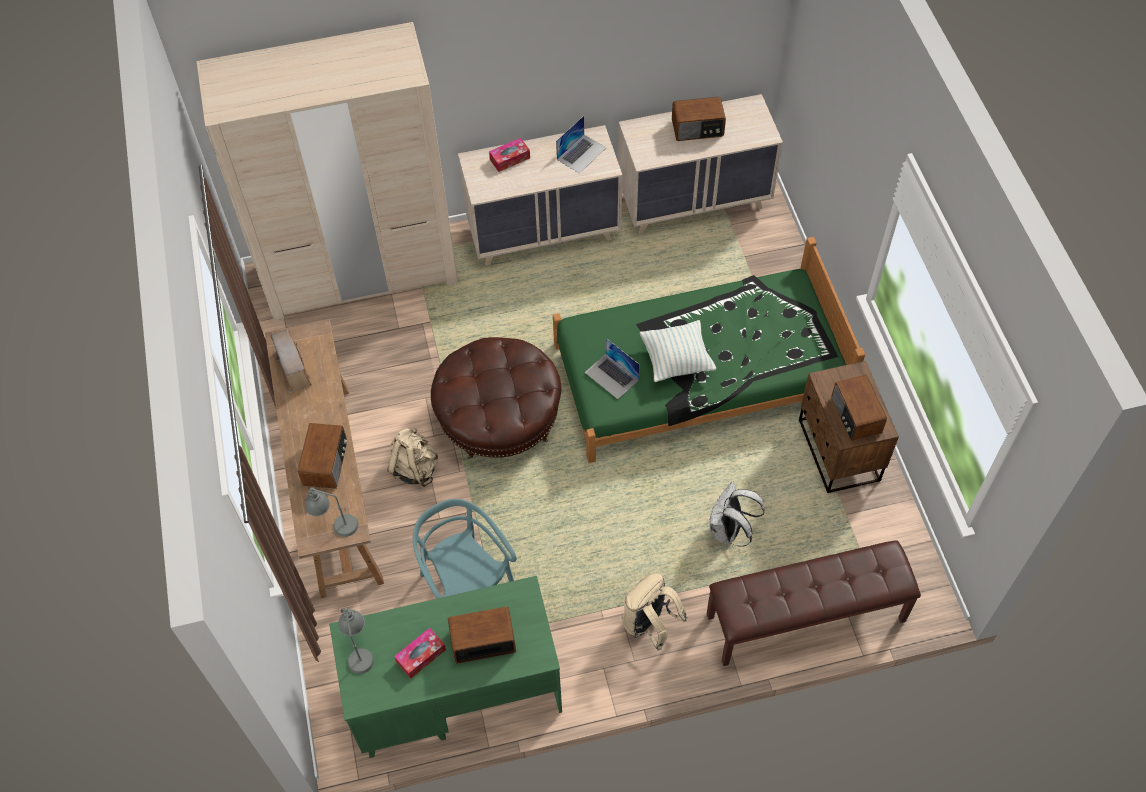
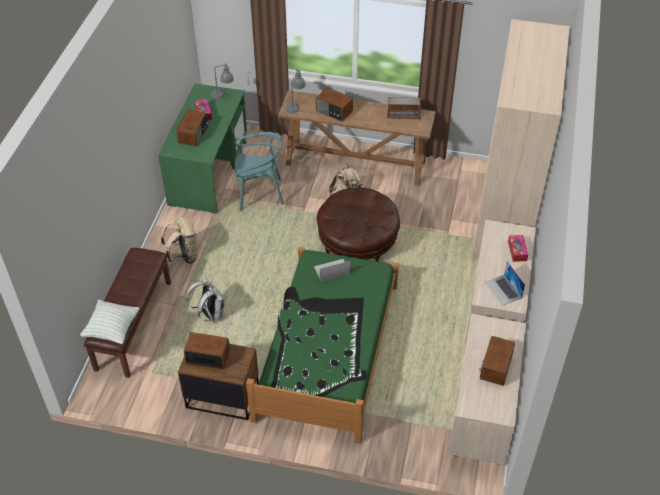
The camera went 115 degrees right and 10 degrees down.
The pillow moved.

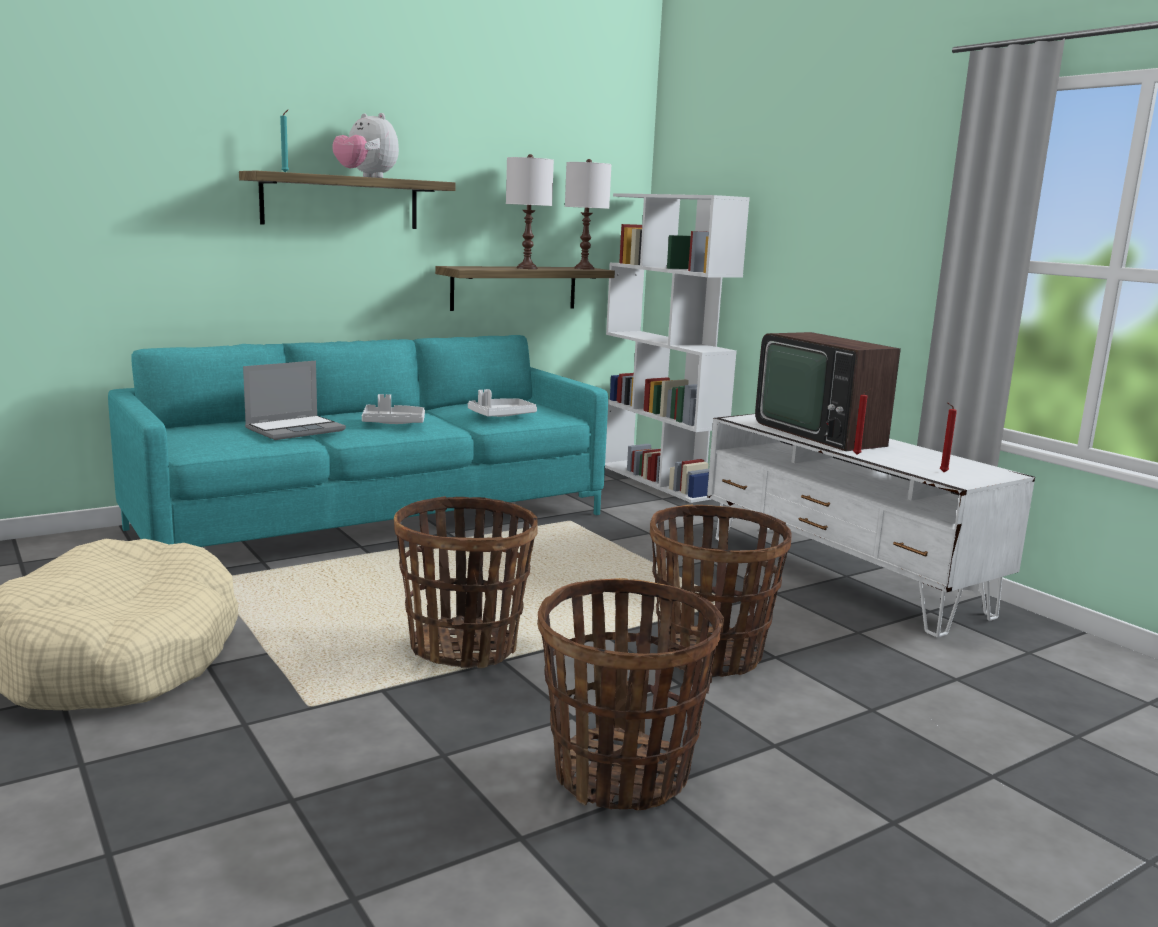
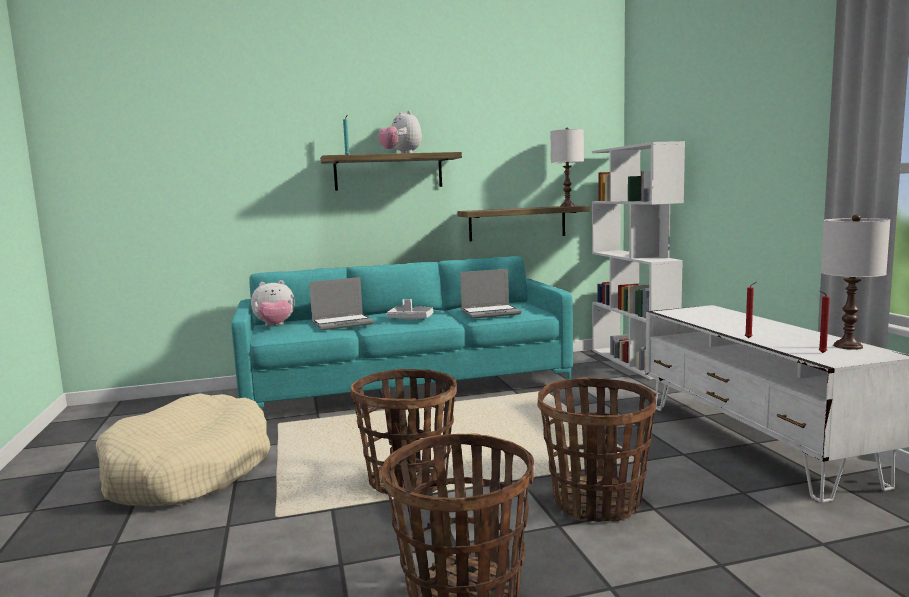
The camera went 20 degrees right and 5 degrees down.
The white tray (2nd from left) was replaced by the laptop (2nd from left).
The white table lamp (1st from left in the first image) moved.
The television disappeared.
The plush toy (1st from left) appeared.

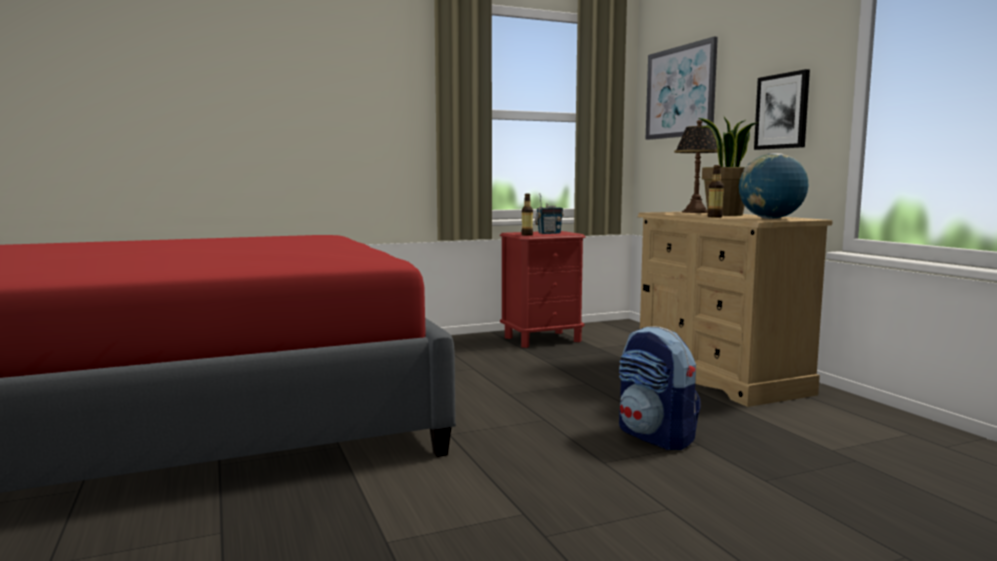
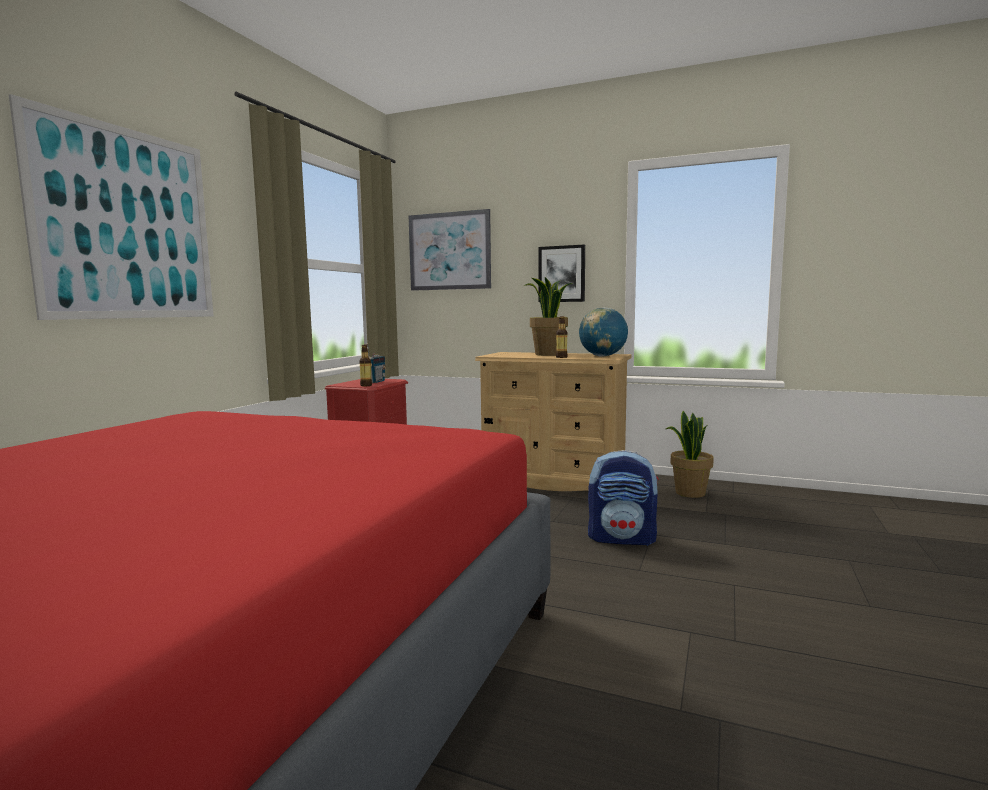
The camera went 45 degrees left and 0 degrees up.
The table lamp disappeared.
The picture (1st from left) appeared.
The potted plant (2nd from left) appeared.

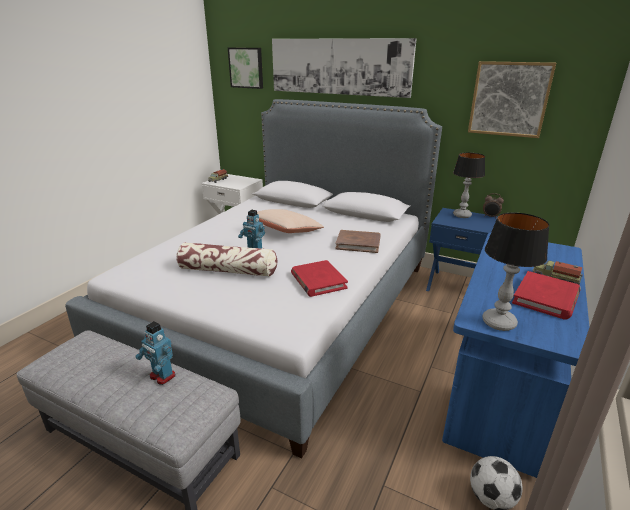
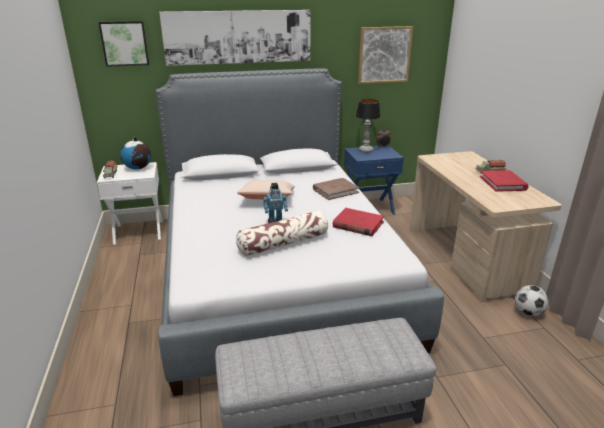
The camera went 40 degrees left and 0 degrees up.
The toy robot (1st from left) disappeared.
The blue desk became the beige desk.
The table lamp (2nd from left) disappeared.
The globe appeared.

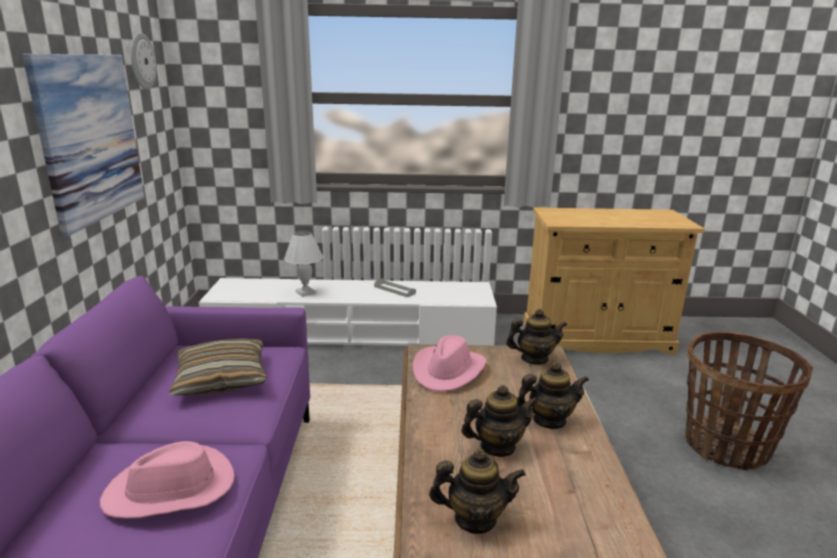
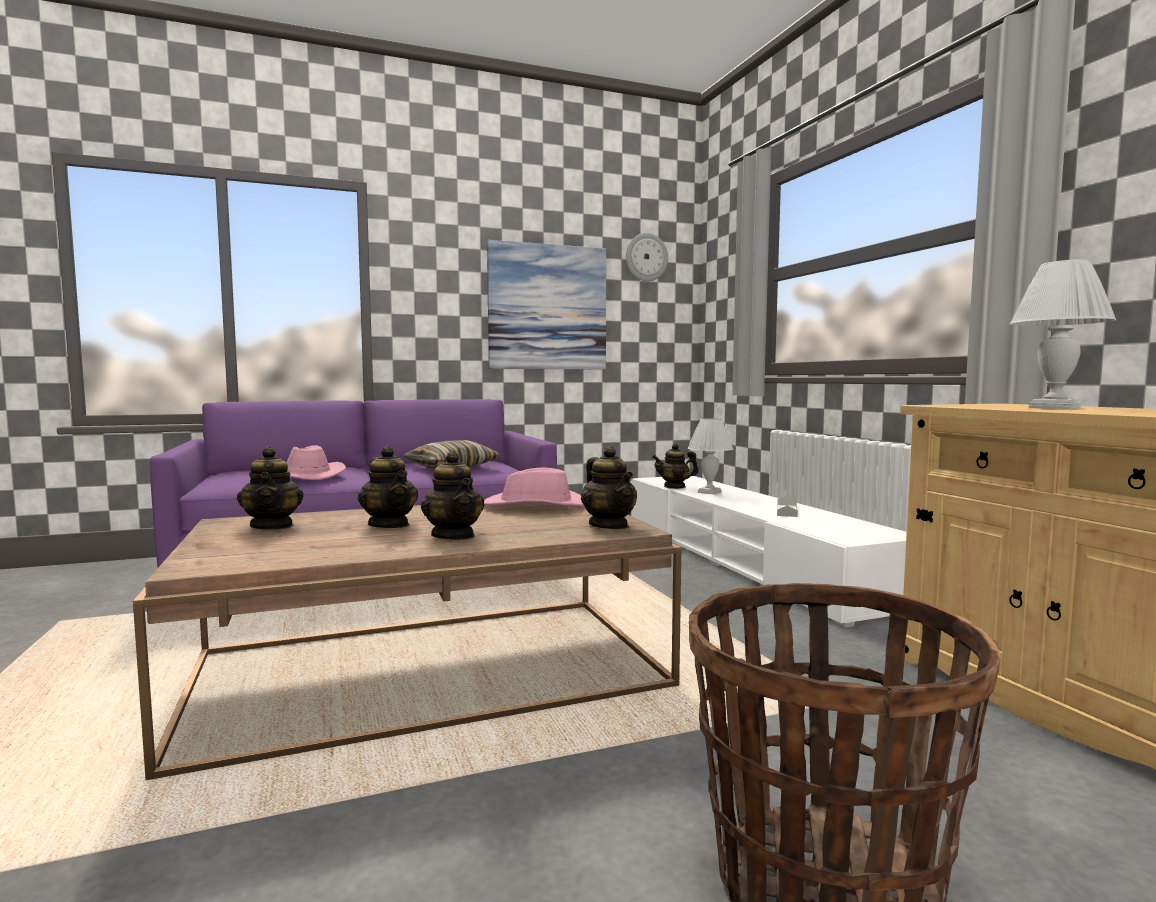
The camera went 70 degrees right and 15 degrees down.
The teapot (5th from left) appeared.
The white table lamp (2nd from left) appeared.

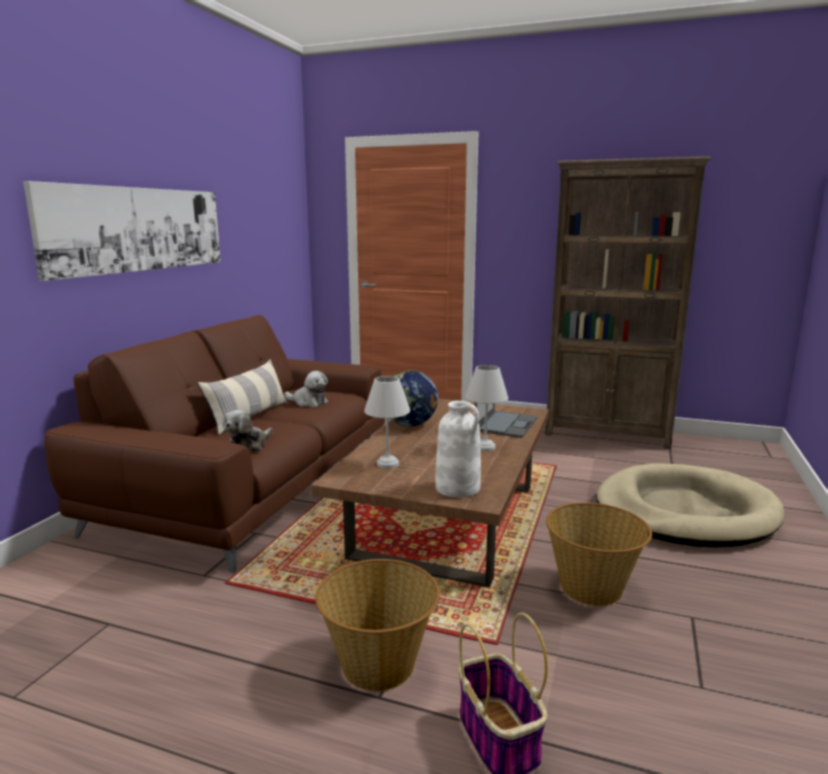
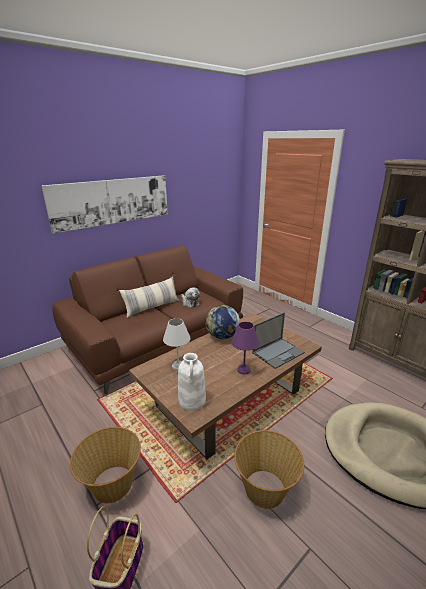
The camera went 30 degrees right and 10 degrees up.
The plush toy (1st from left) disappeared.
The white table lamp (2nd from left) became the purple table lamp.

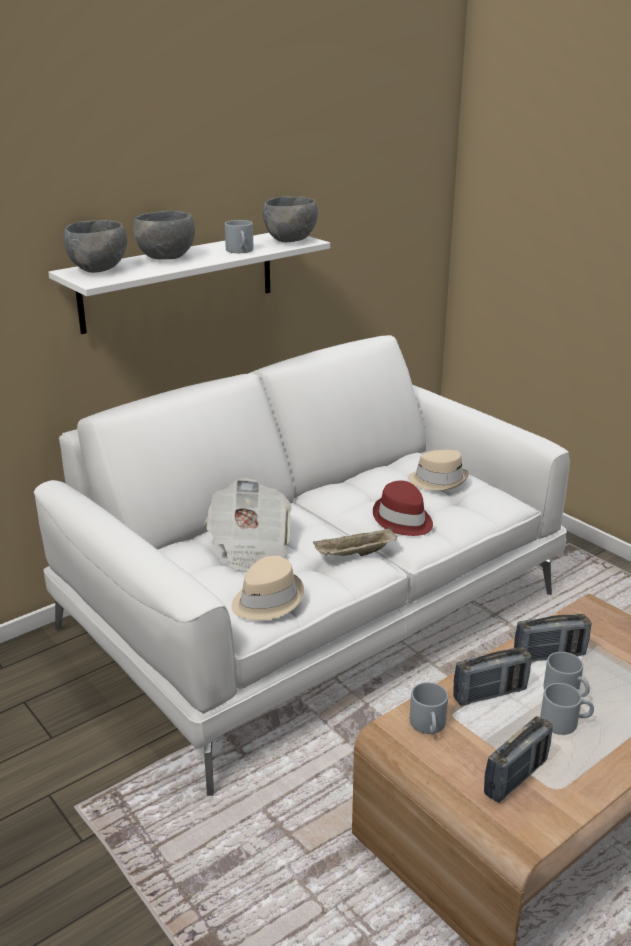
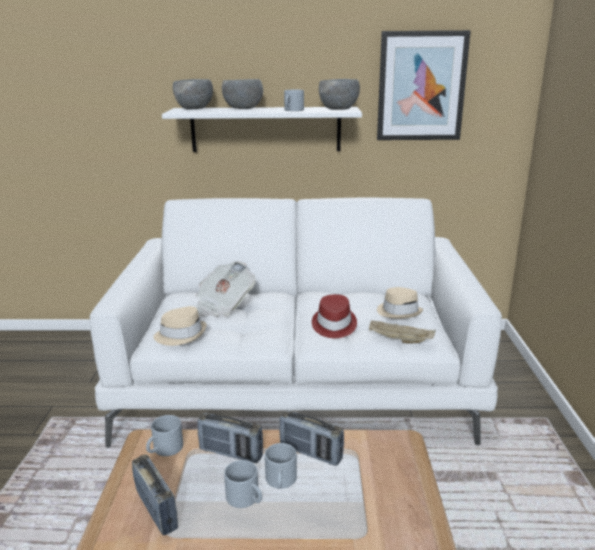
The camera went 40 degrees right and 5 degrees down.
The beige tray moved.
The radio (2nd from left in the first image) turned 120 degrees counterclockwise.
The picture appeared.

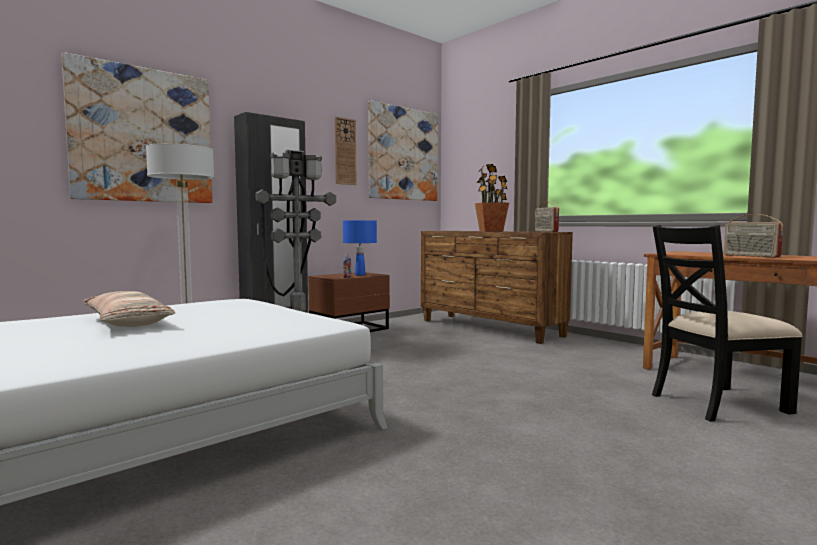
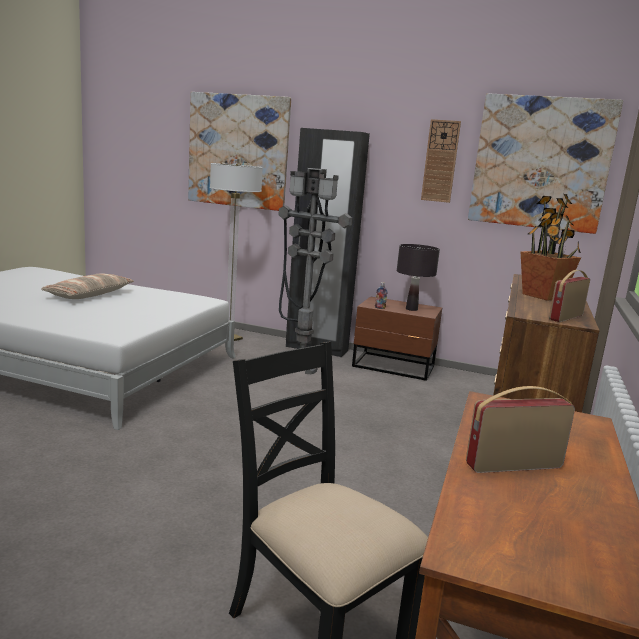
The camera went 60 degrees right and 10 degrees up.
The blue table lamp became the black table lamp.
The radio (2nd from left in the first image) turned 45 degrees clockwise.

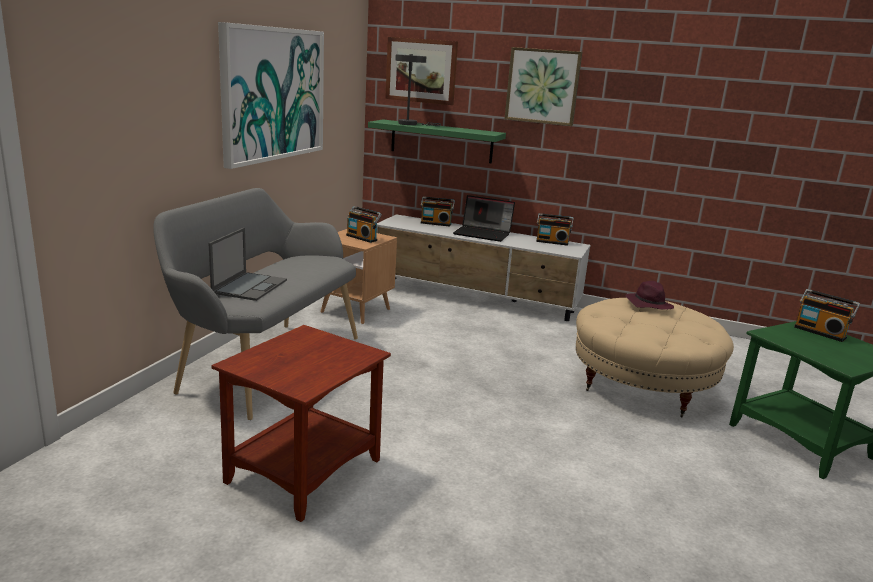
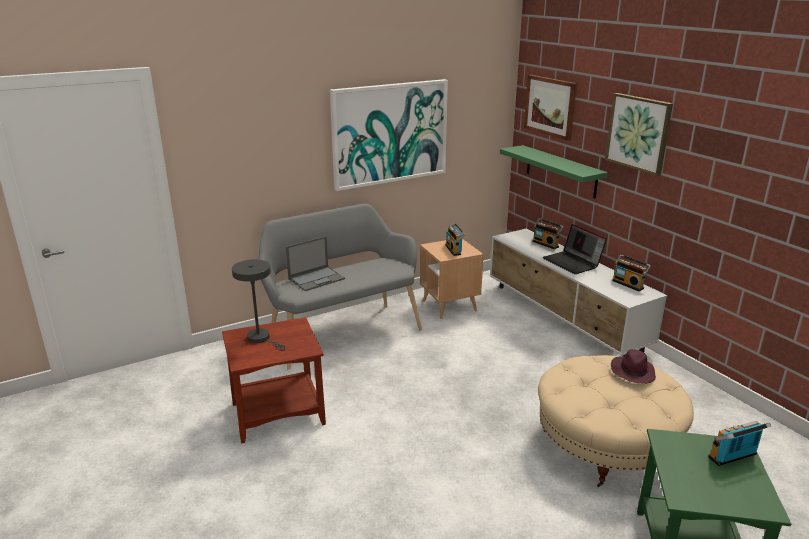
The camera went 40 degrees right and 5 degrees up.
The grey table lamp moved.
The radio (4th from left) turned 75 degrees clockwise.

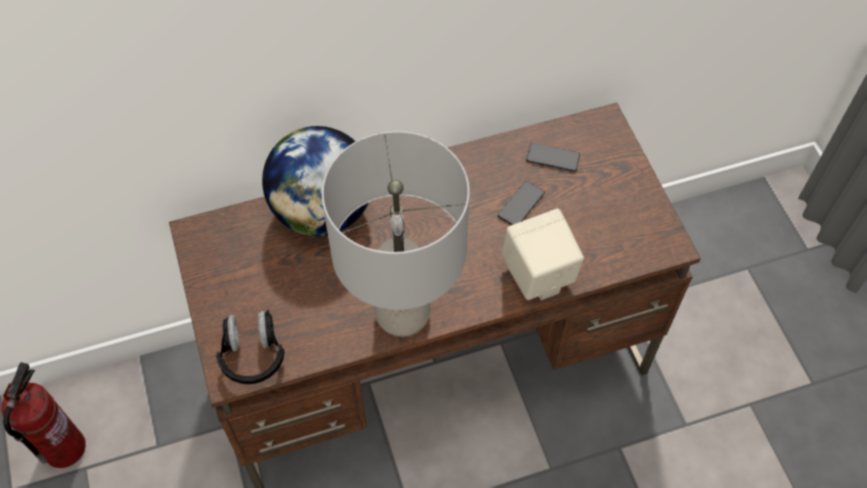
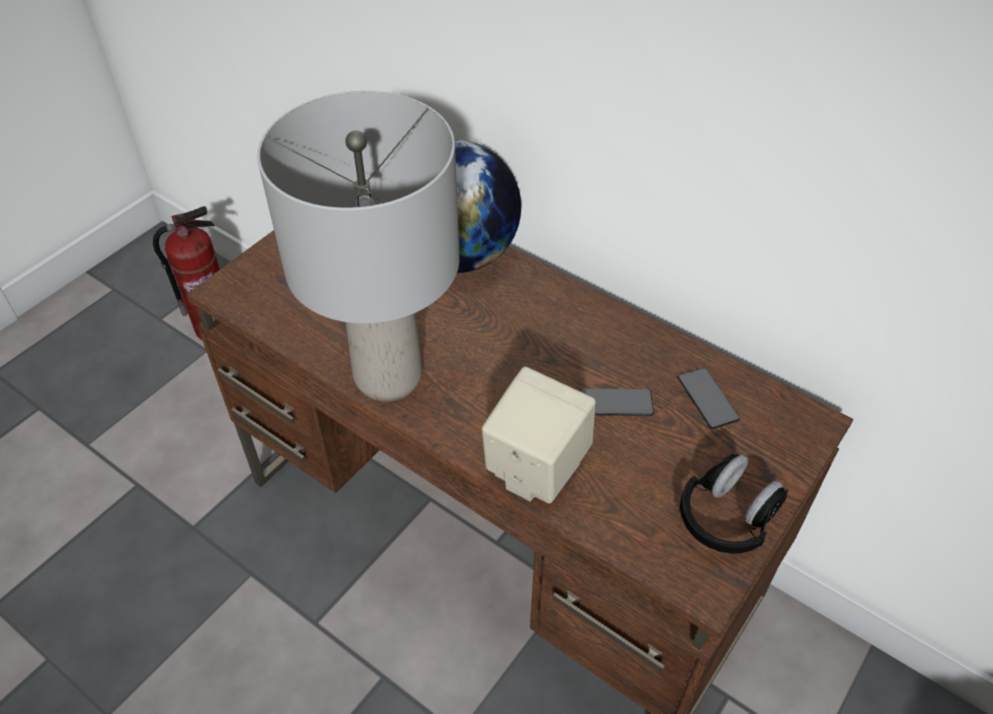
The camera went 55 degrees right and 10 degrees down.
The black headphones moved.

